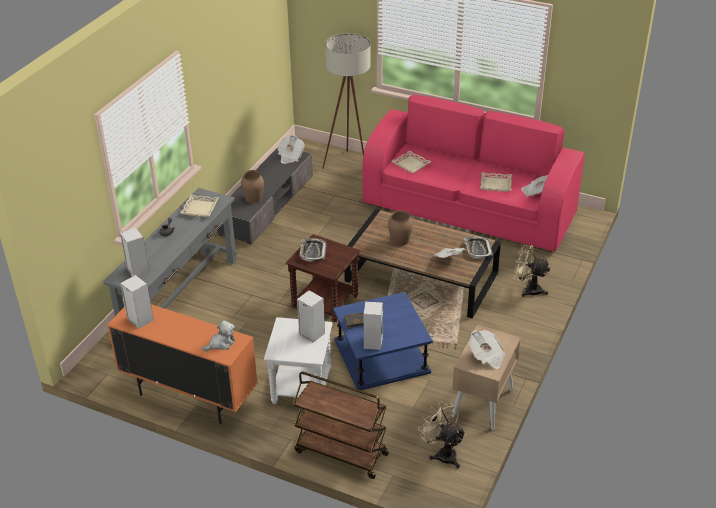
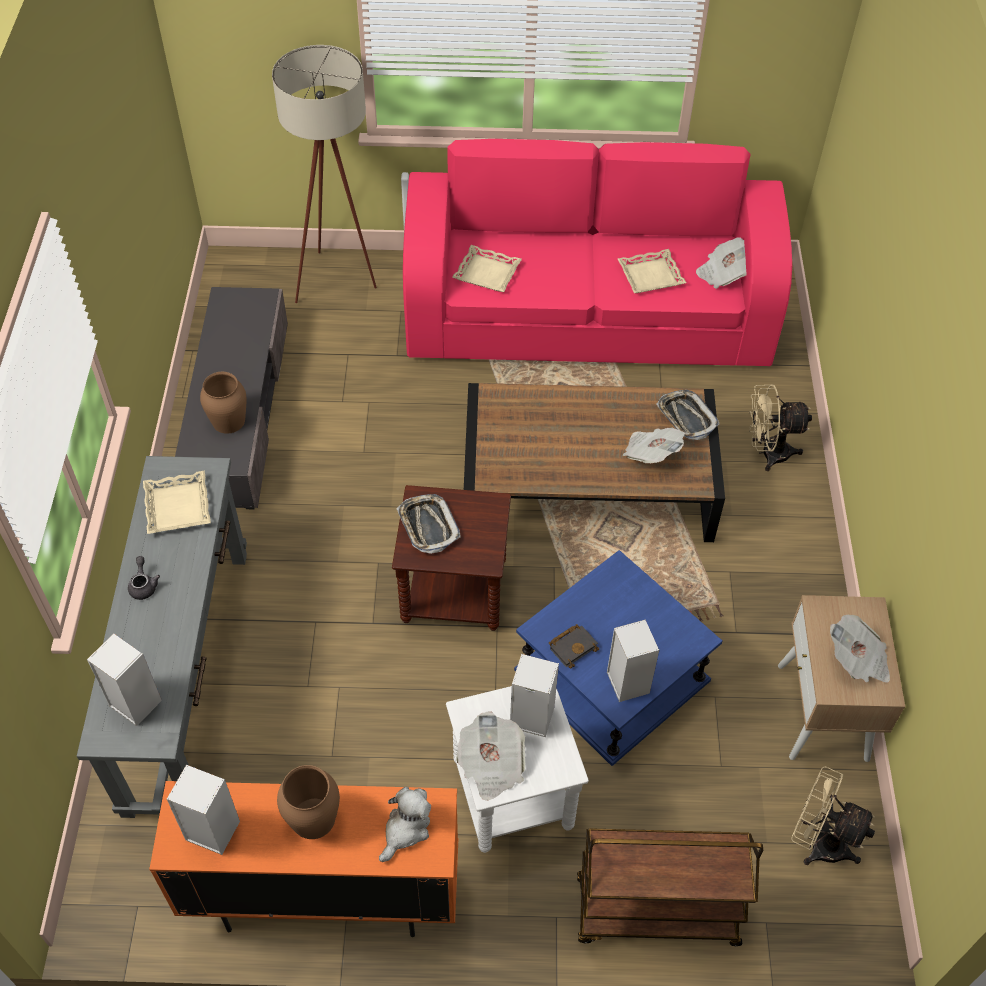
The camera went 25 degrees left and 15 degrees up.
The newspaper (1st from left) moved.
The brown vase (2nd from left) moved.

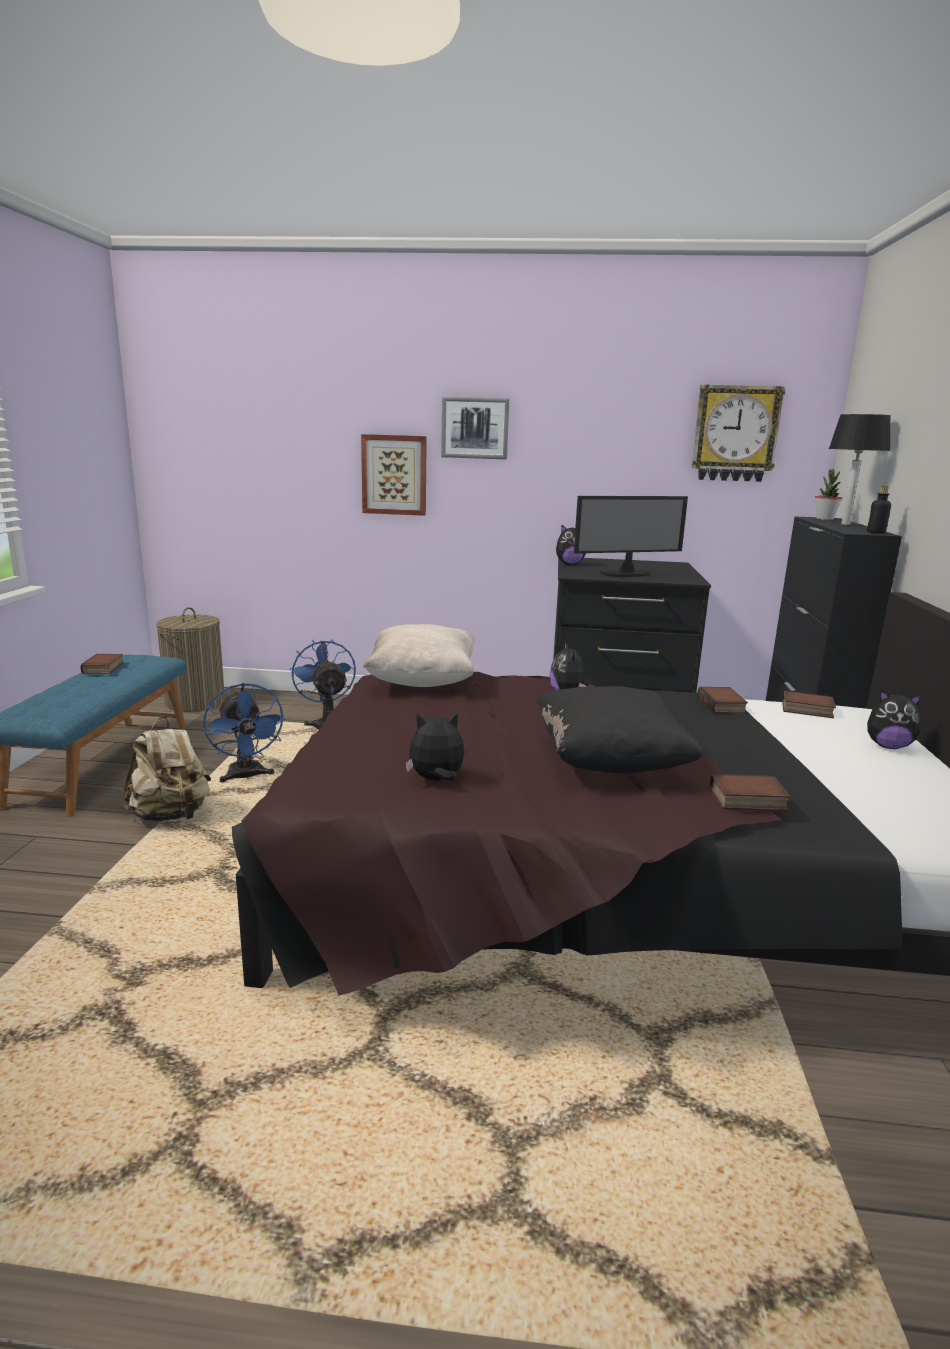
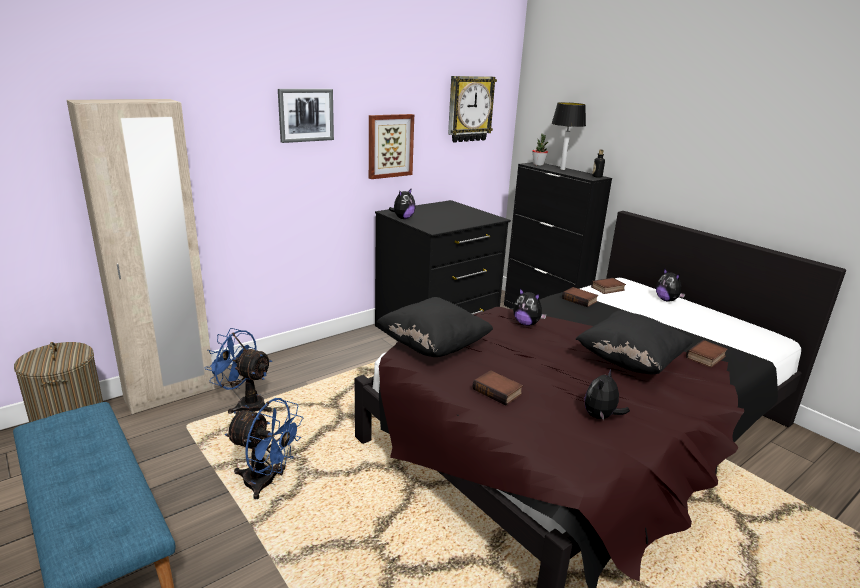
The camera went 45 degrees left and 5 degrees up.
The book (1st from left) moved.
The beige backpack disappeared.
The picture (1st from left in the first image) moved.
The beige pillow became the black pillow (1st from left).
The monitor disappeared.
The plush toy (4th from left) turned 90 degrees clockwise.
The beige wardrobe appeared.

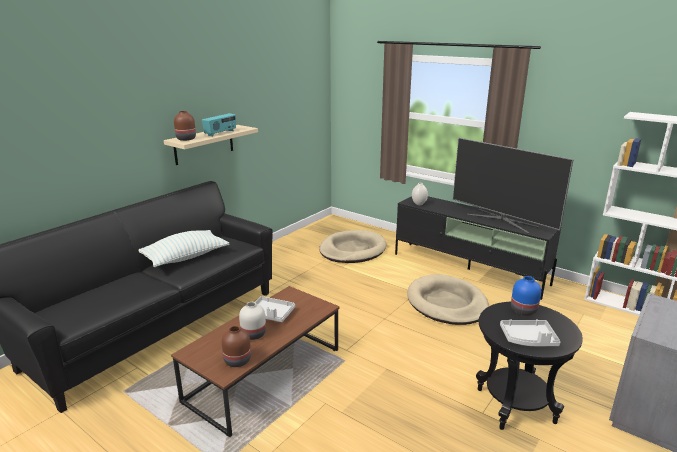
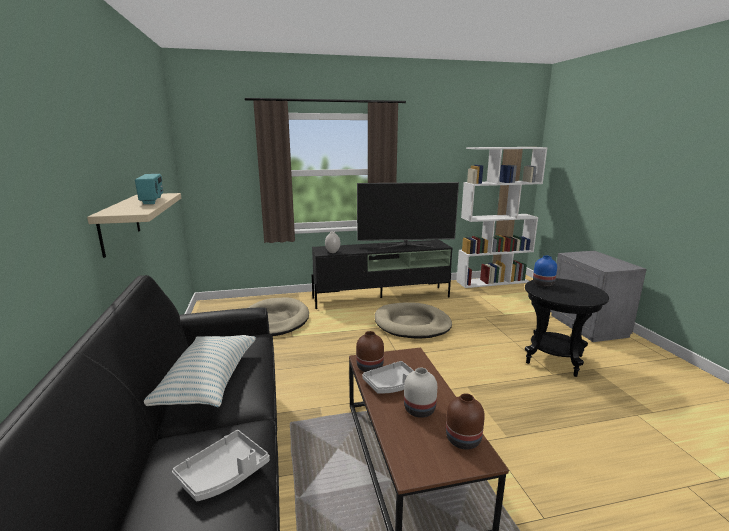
The camera went 50 degrees left and 5 degrees down.
The brown vase (1st from left) moved.
The grey tray (2nd from left in the first image) moved.

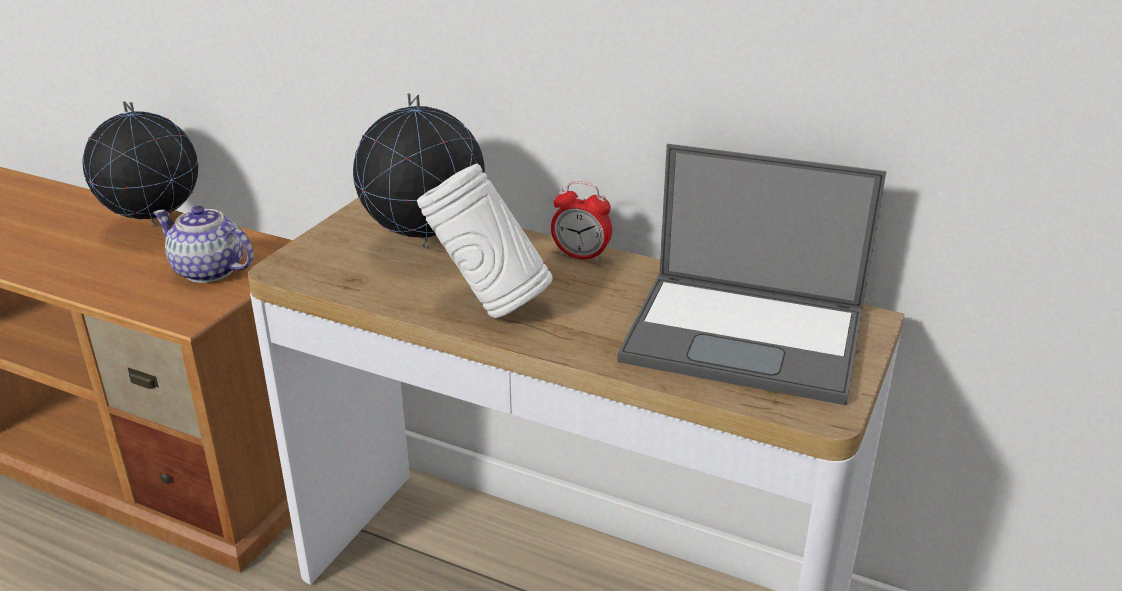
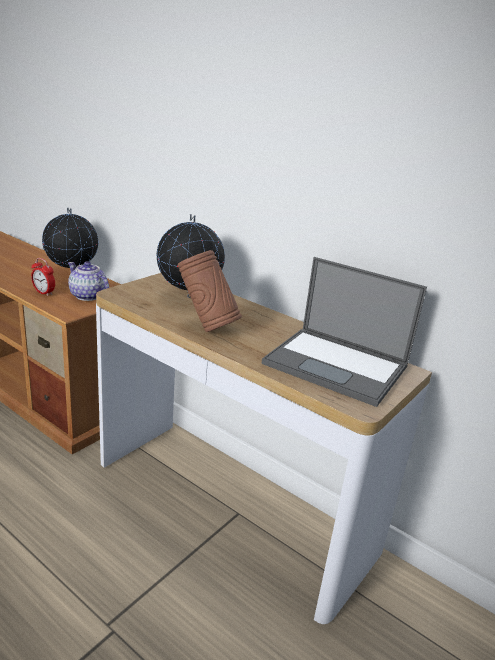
The camera went 10 degrees right and 5 degrees down.
The white vase became the brown vase.
The alarm clock moved.

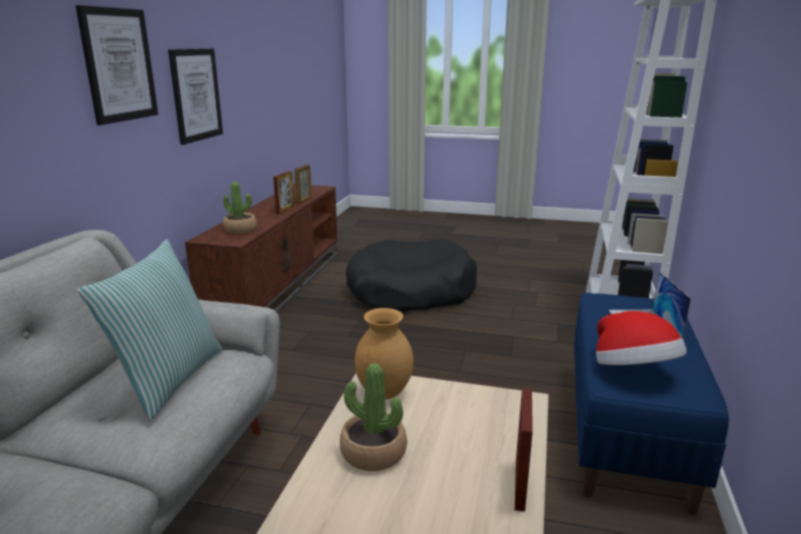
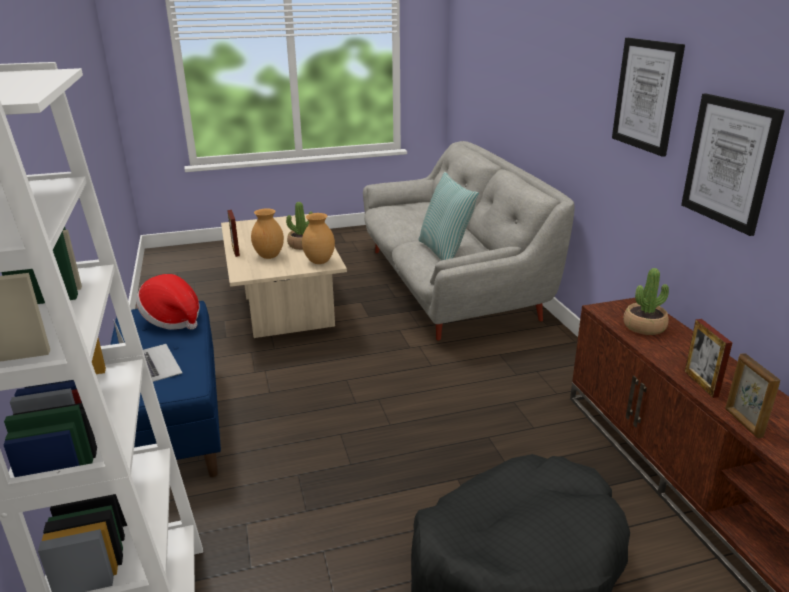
The camera went 150 degrees right and 5 degrees up.
The brown vase (1st from left) appeared.

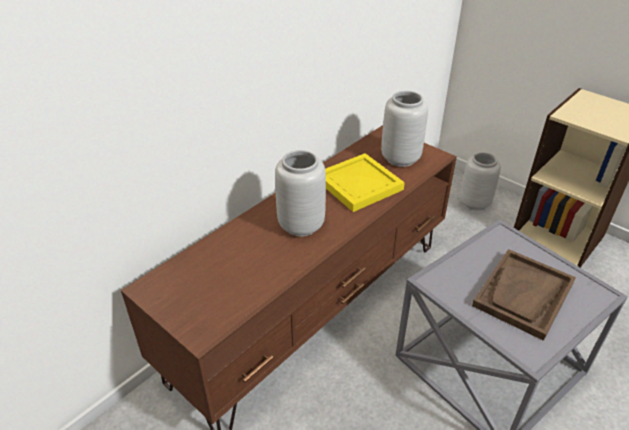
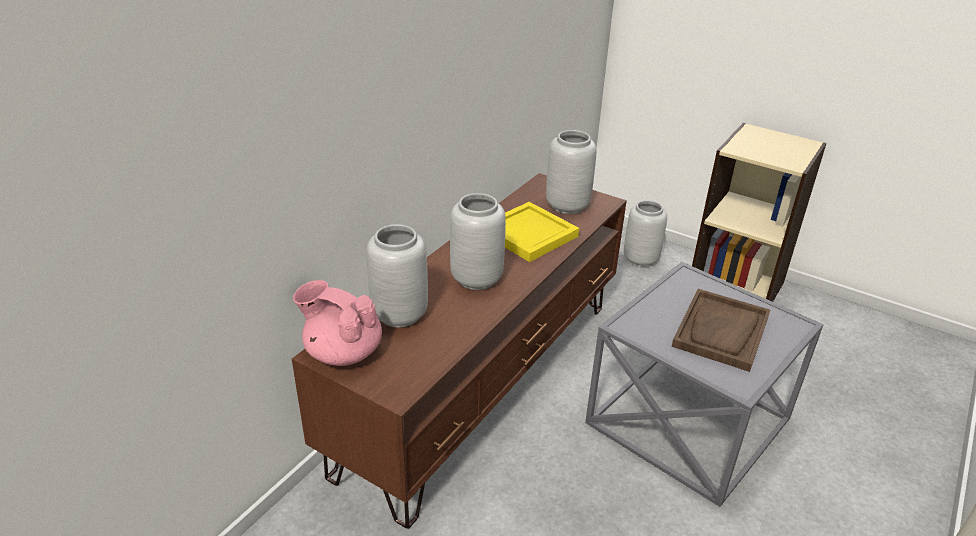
The camera went 10 degrees left and 5 degrees down.
The pink teapot appeared.
The grey vase (1st from left) appeared.

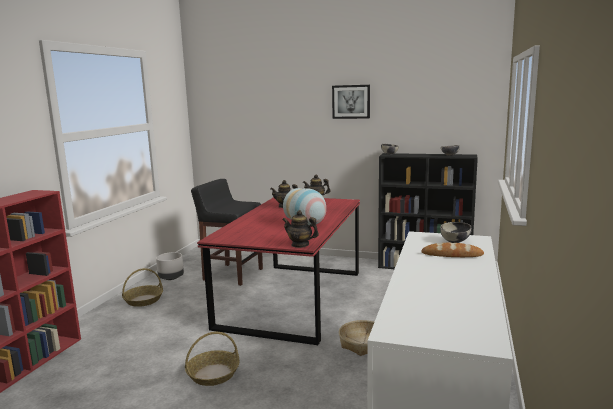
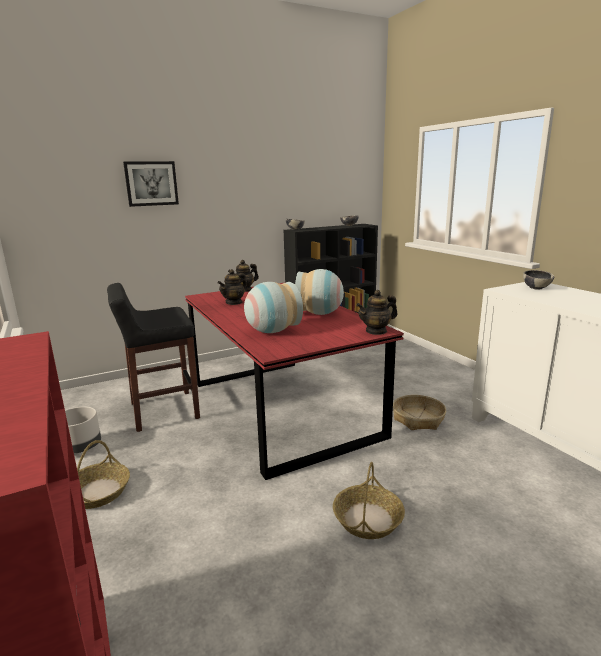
The camera went 45 degrees left and 5 degrees up.
The picture moved.
The bread disappeared.
The vase (1st from left) appeared.

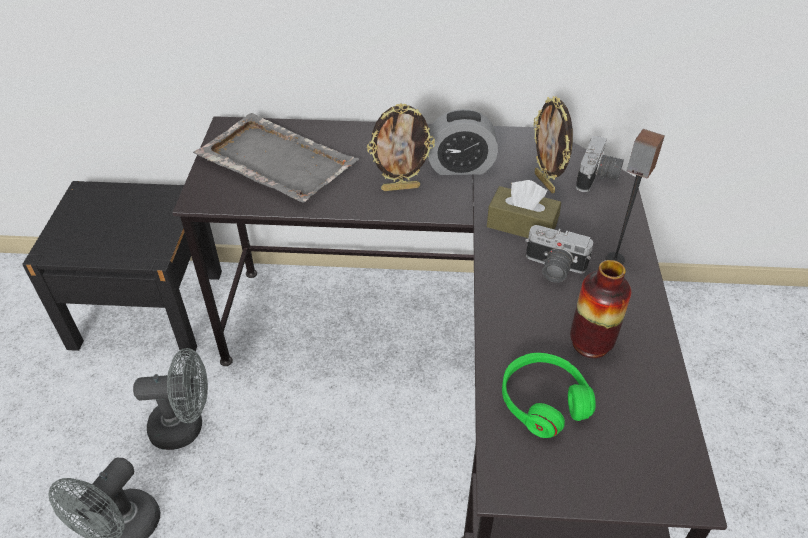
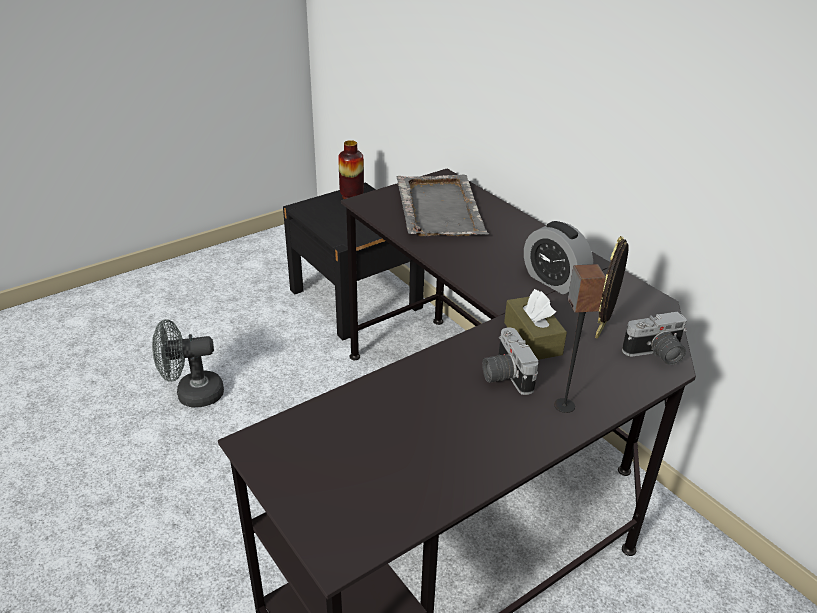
The camera went 50 degrees right and 10 degrees down.
The grey fan (2nd from left) disappeared.
The picture frame (1st from left) disappeared.
The green headphones disappeared.
The vase moved.

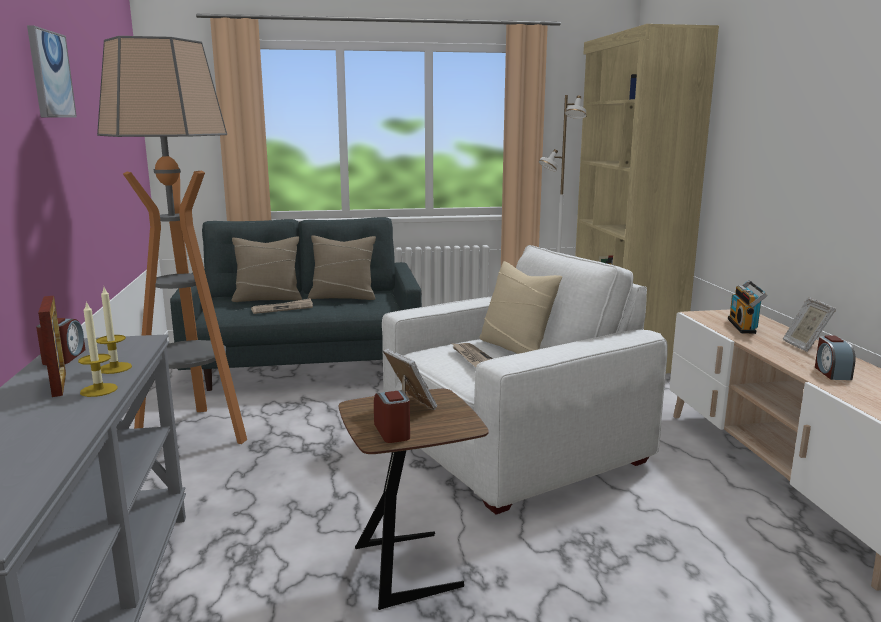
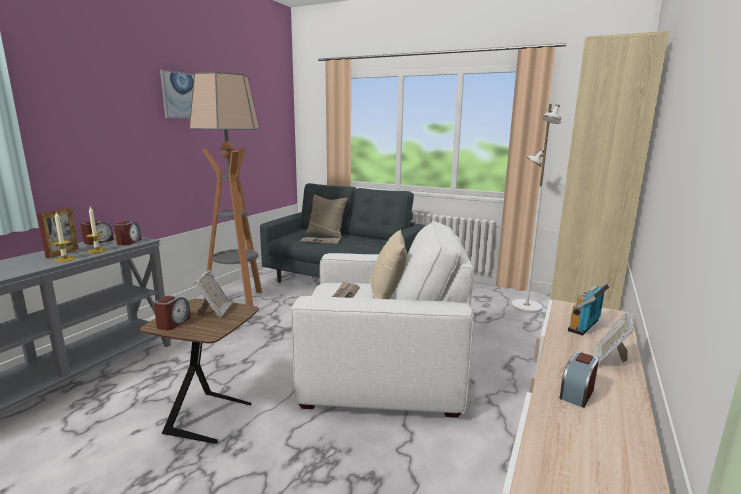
The camera went 35 degrees right and 0 degrees up.
The beige pillow (2nd from left) disappeared.
The alarm clock (2nd from left) appeared.

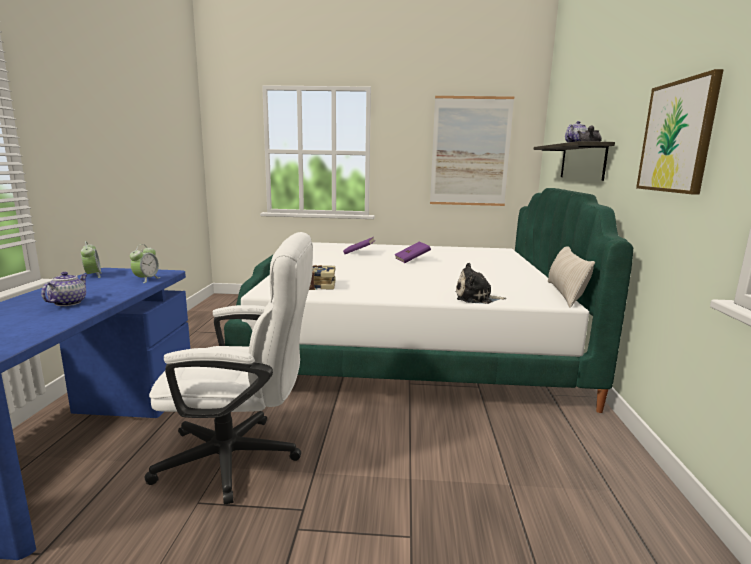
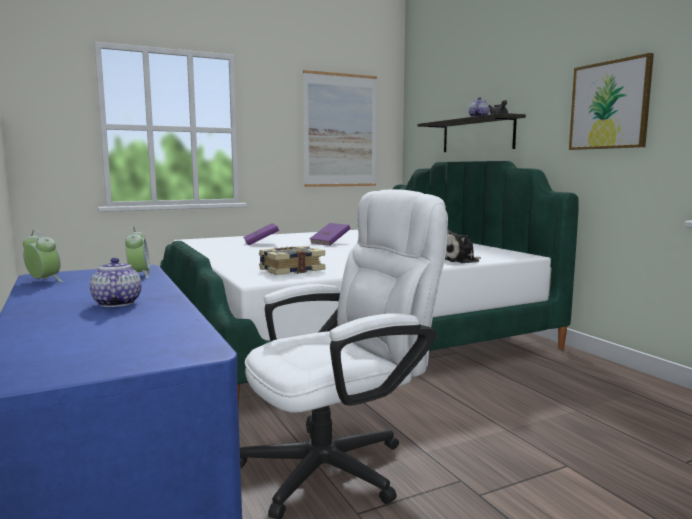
The camera went 30 degrees left and 5 degrees down.
The beige pillow disappeared.

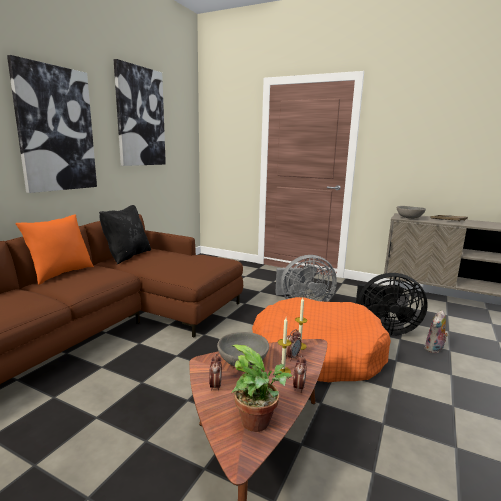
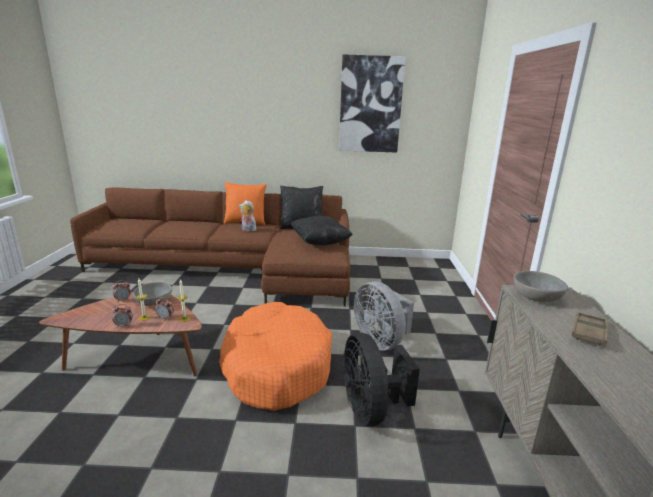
The camera went 65 degrees right and 5 degrees up.
The picture (1st from left) disappeared.
The potted plant disappeared.
The plush toy moved.
The black pillow (2nd from left) appeared.

